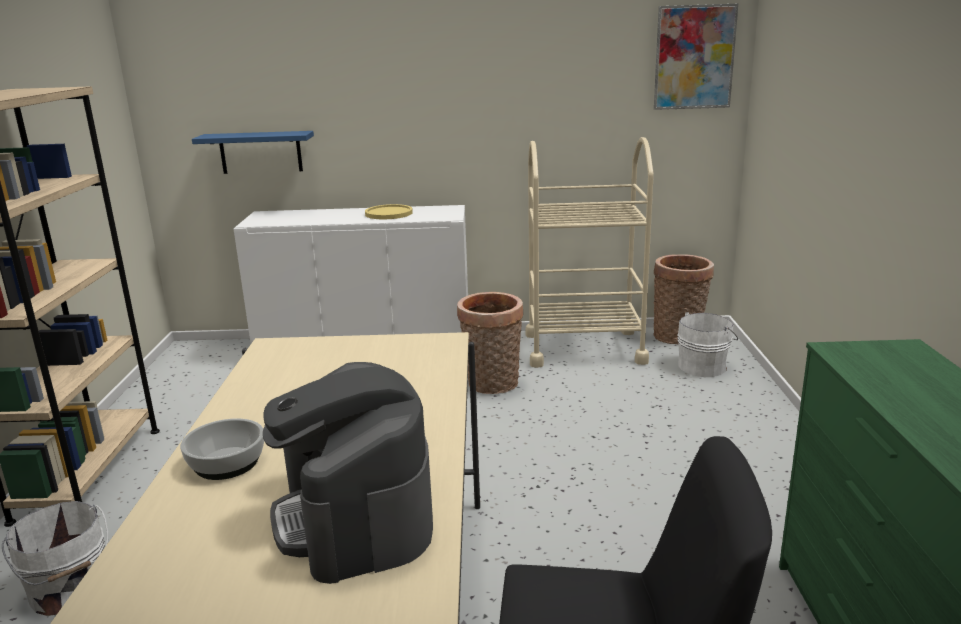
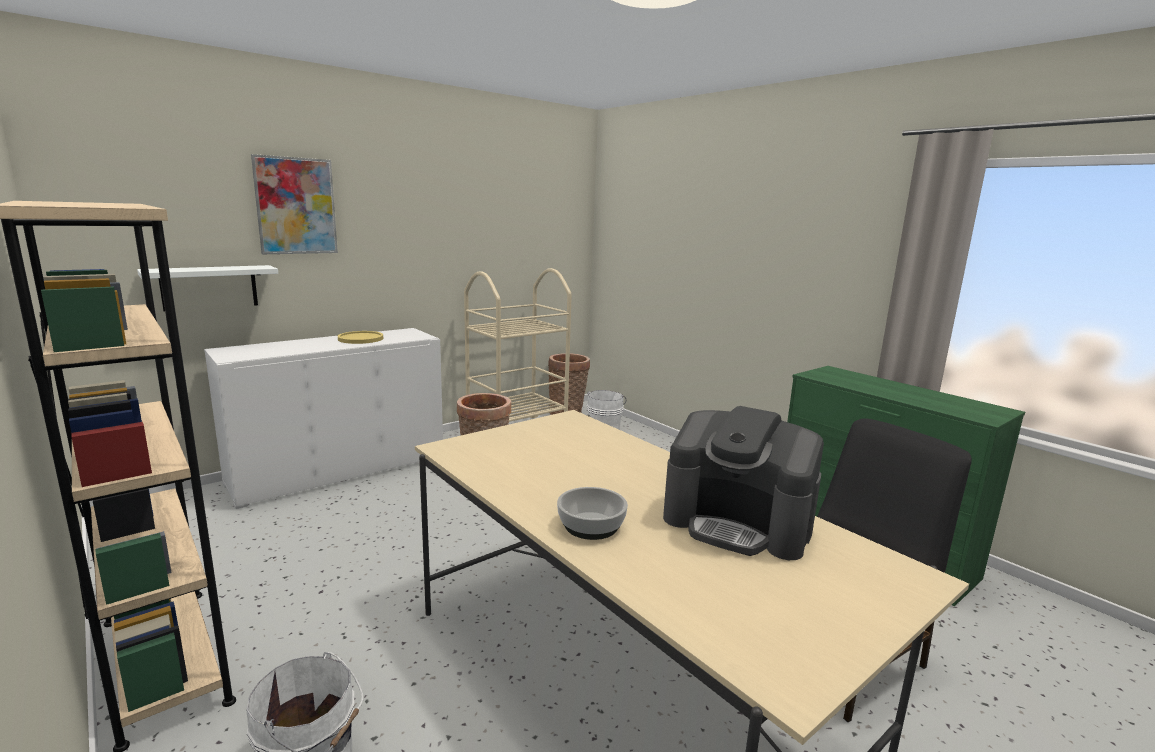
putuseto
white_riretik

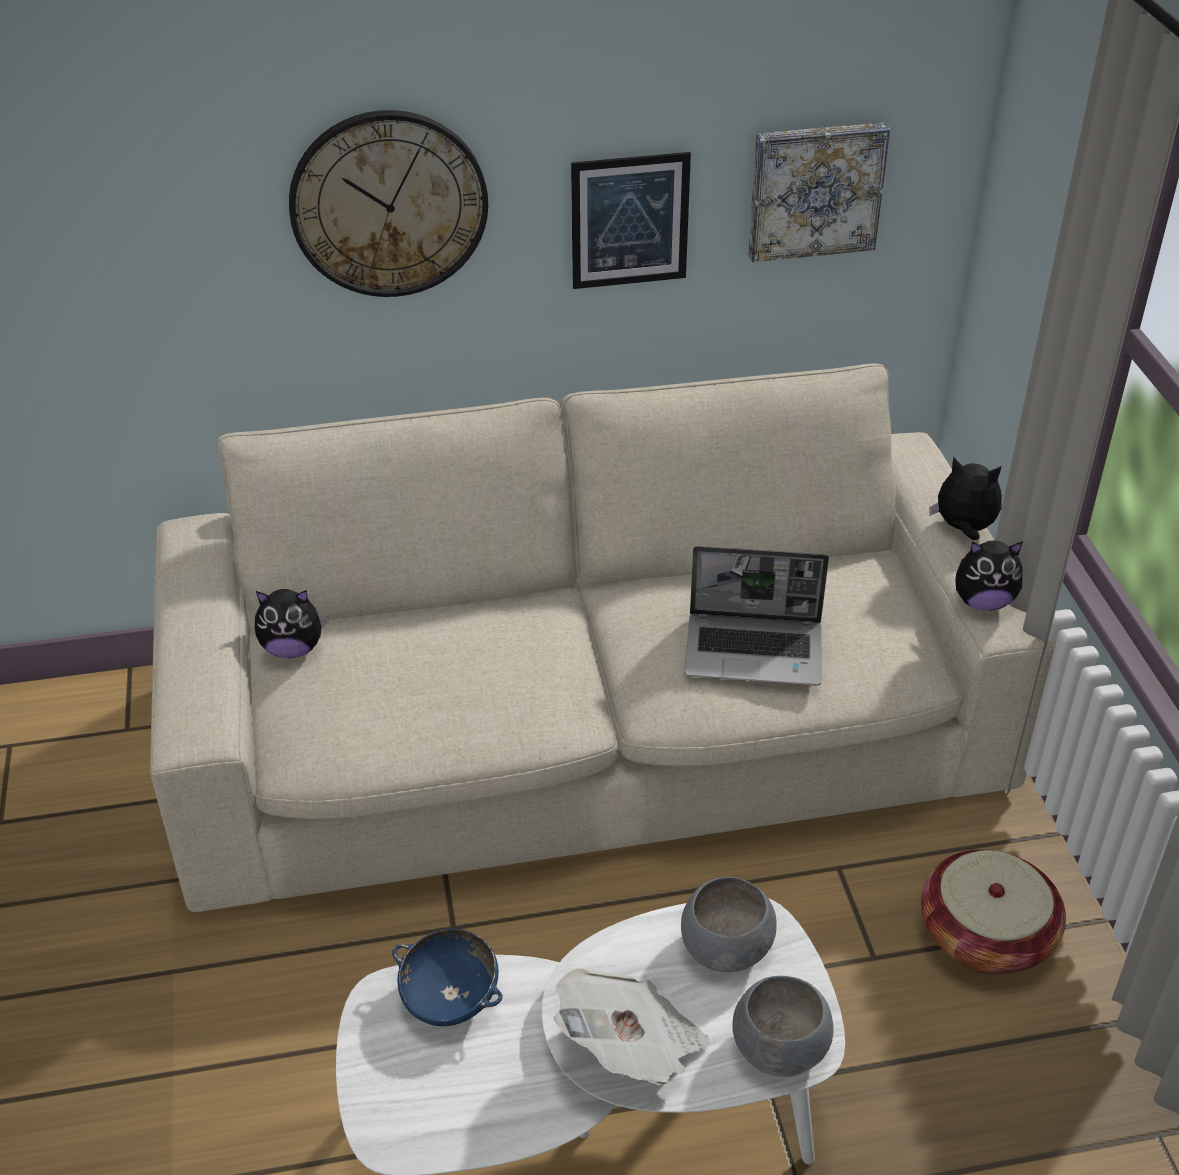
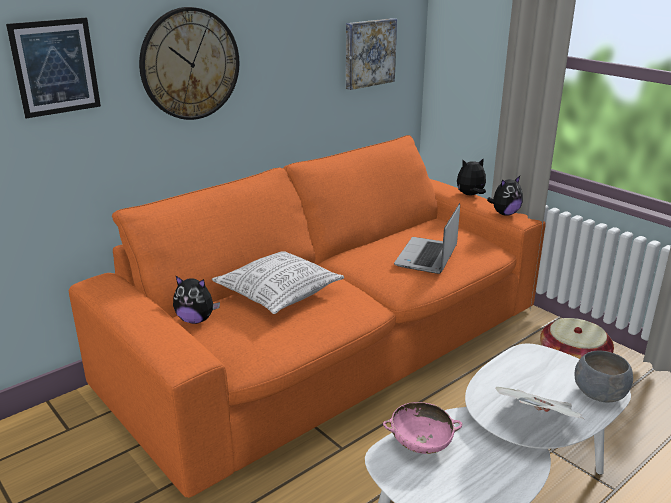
putuseto (no. 1 from left)
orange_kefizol
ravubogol
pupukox (no. 1 from left)
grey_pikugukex (no. 1 from left in the first image)
pink_pikugukex
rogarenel

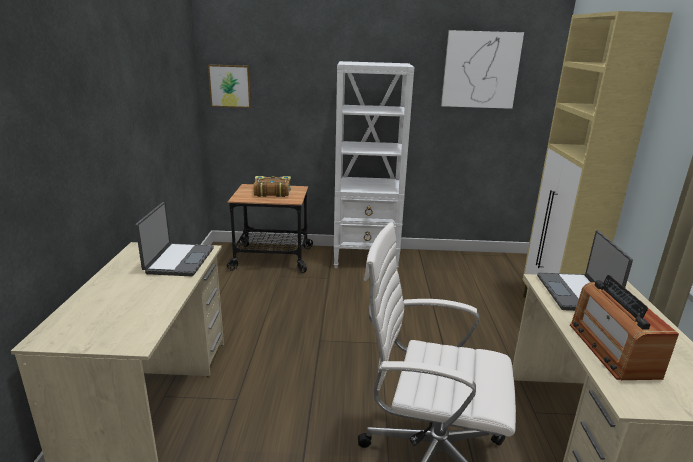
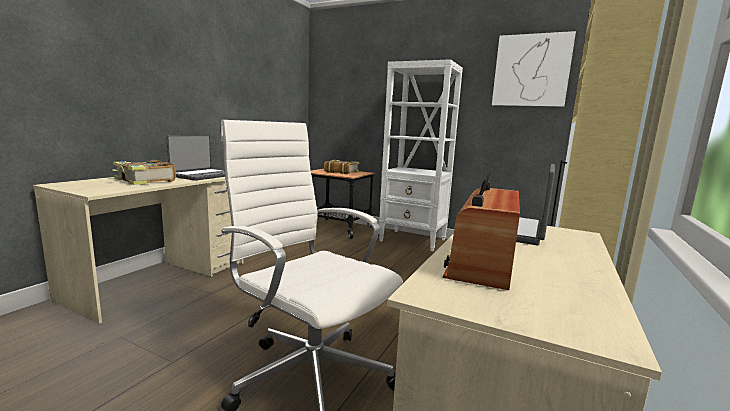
putuseto (no. 1 from left in the first image)
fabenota (no. 1 from left)

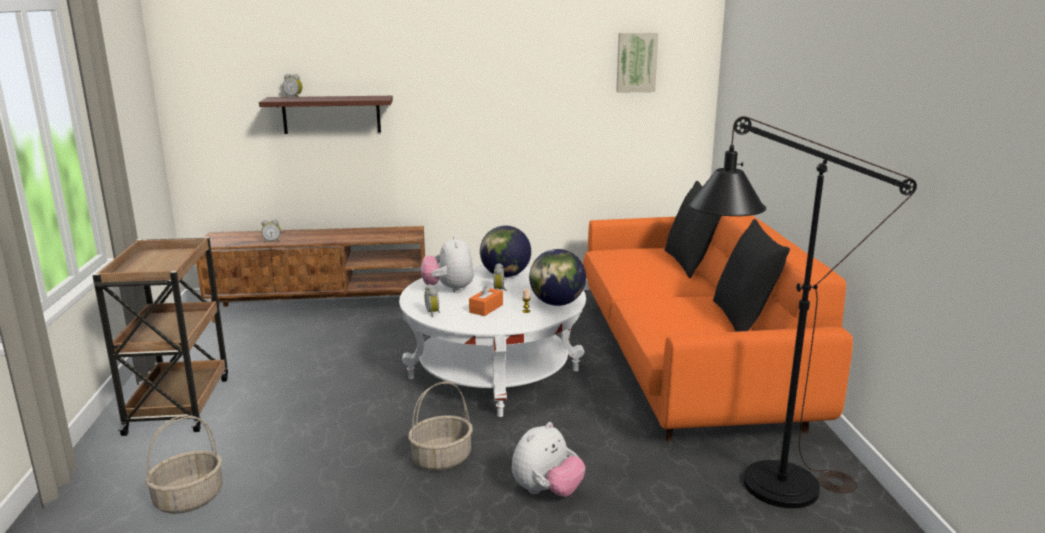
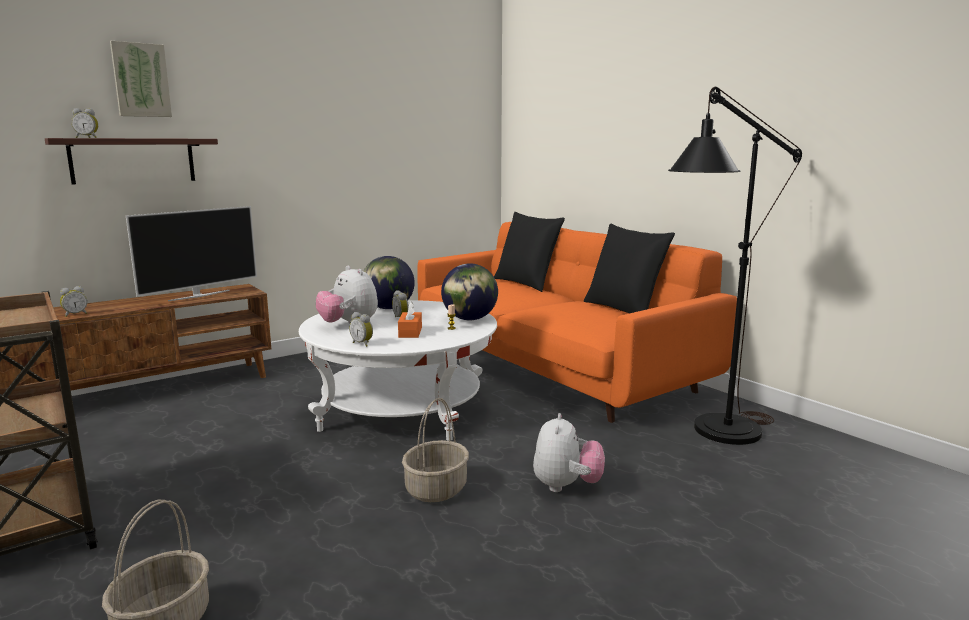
putuseto
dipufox

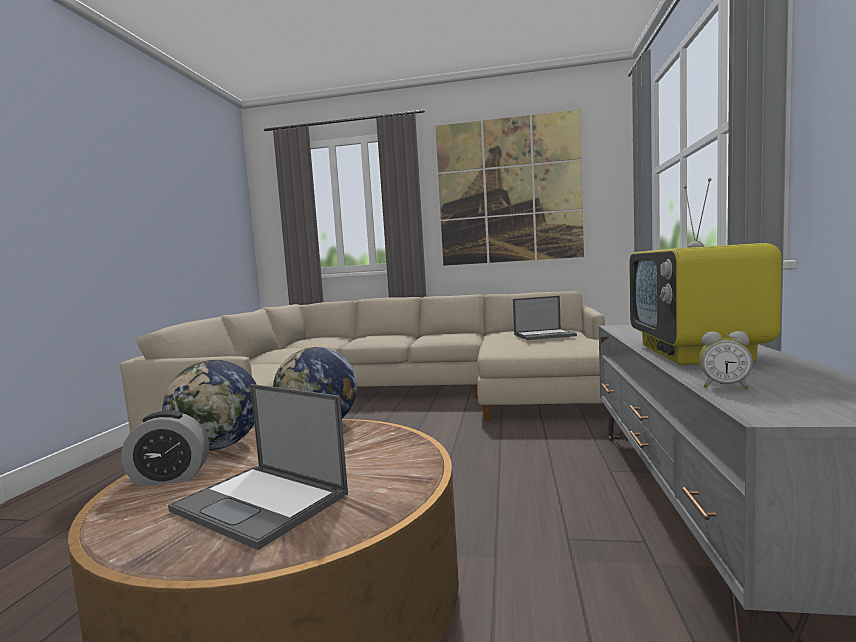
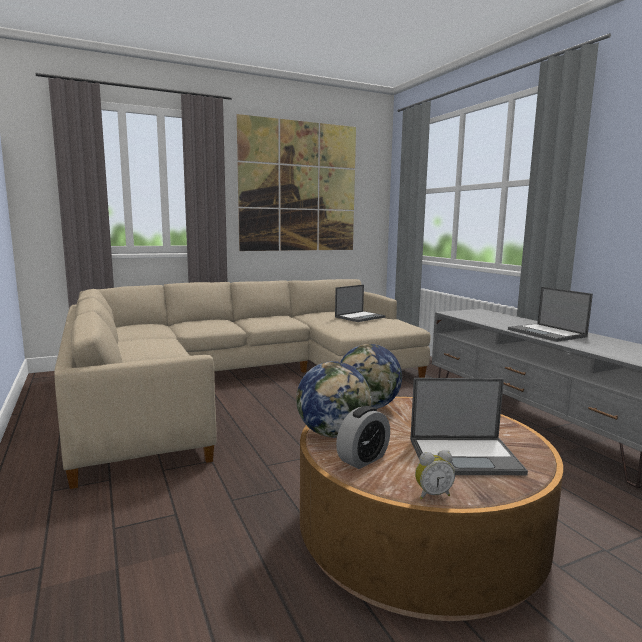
ravubogol (no. 3 from left)
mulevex (no. 2 from left)

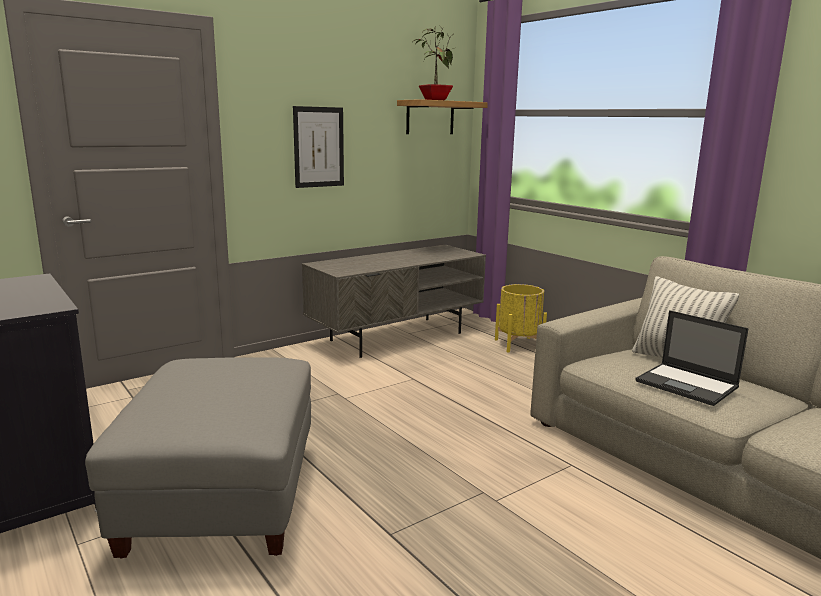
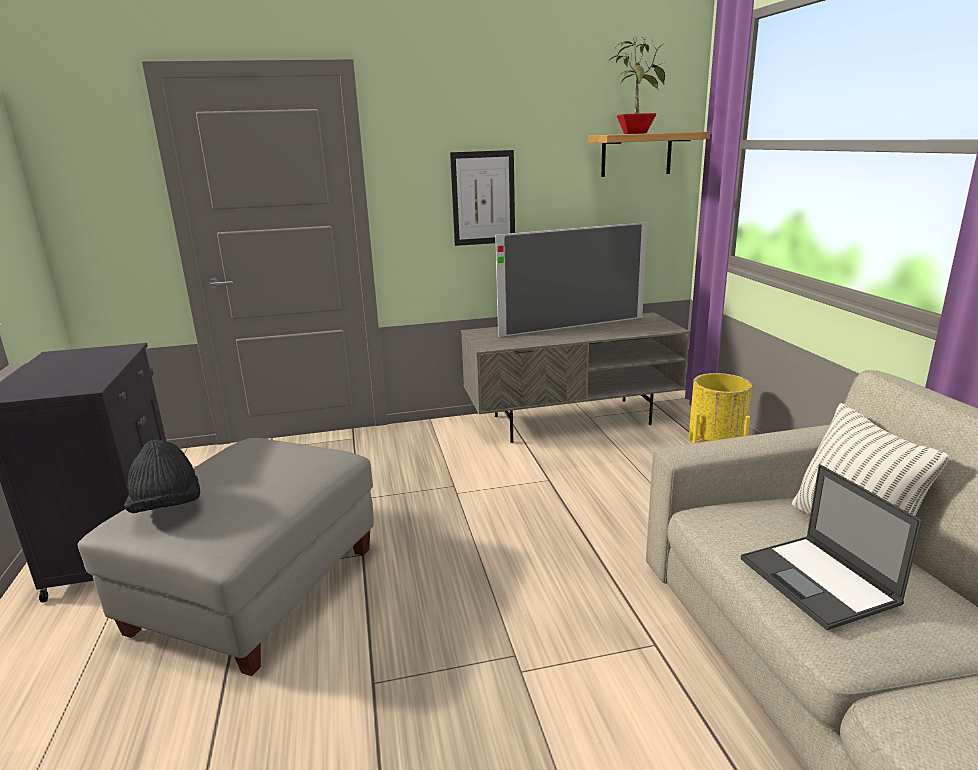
dipufox
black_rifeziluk

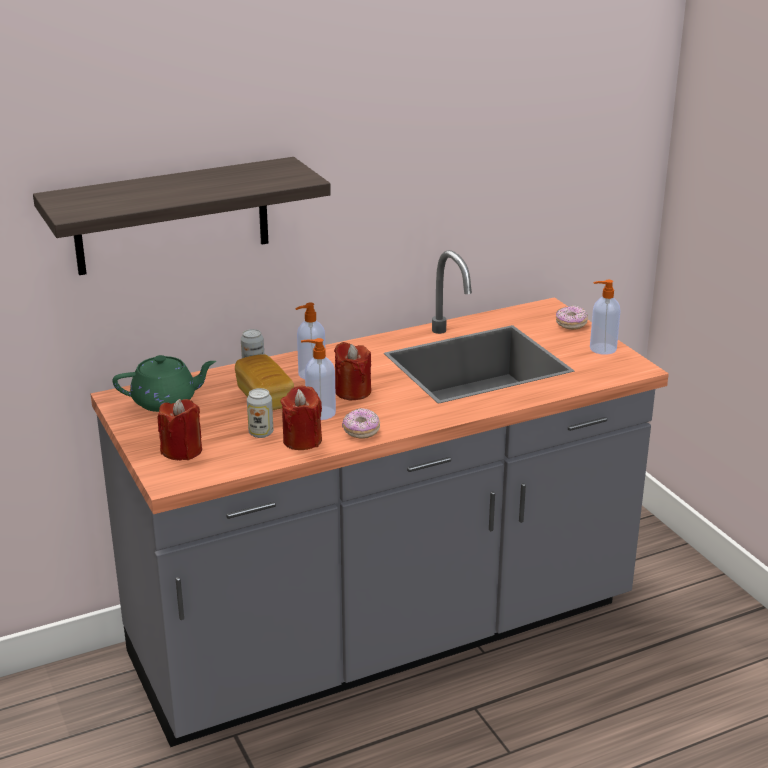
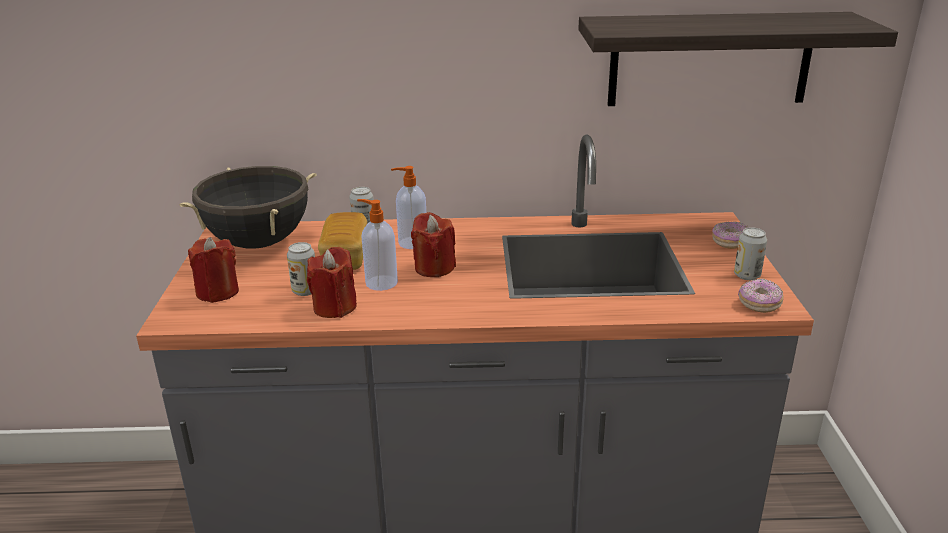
riretik
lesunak (no. 3 from left)
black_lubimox
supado (no. 2 from left)

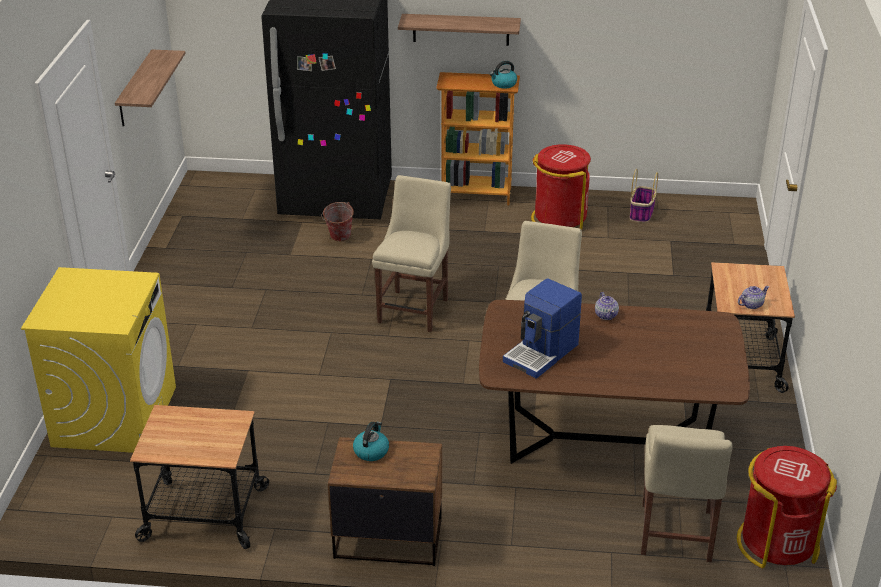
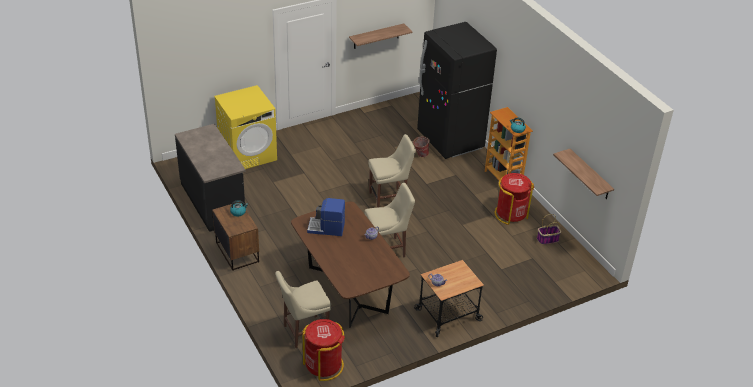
riretik (no. 2 from left)
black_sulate

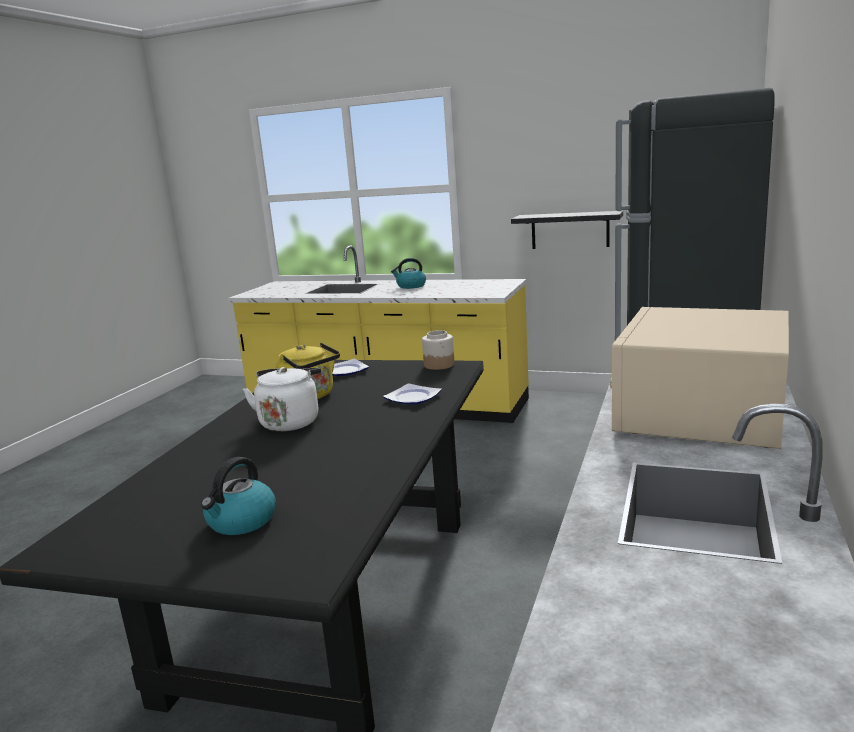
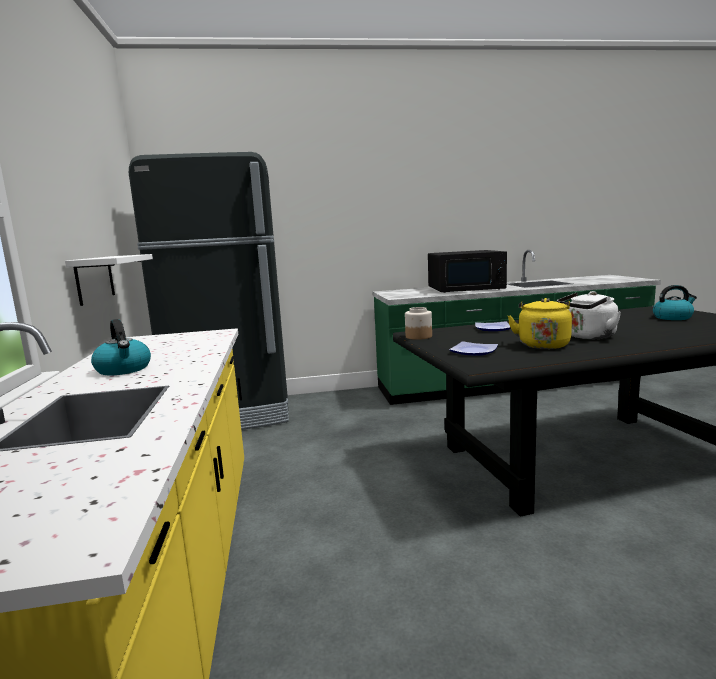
white_riretik
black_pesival

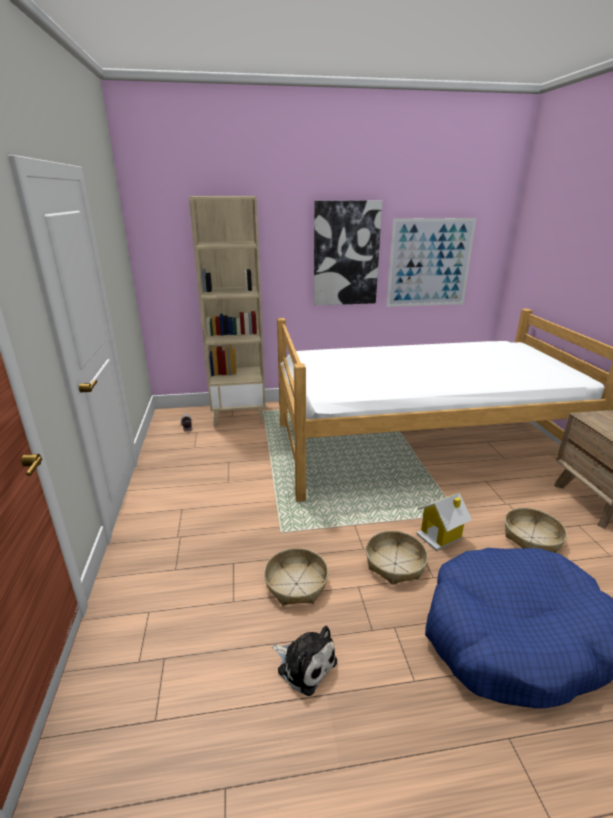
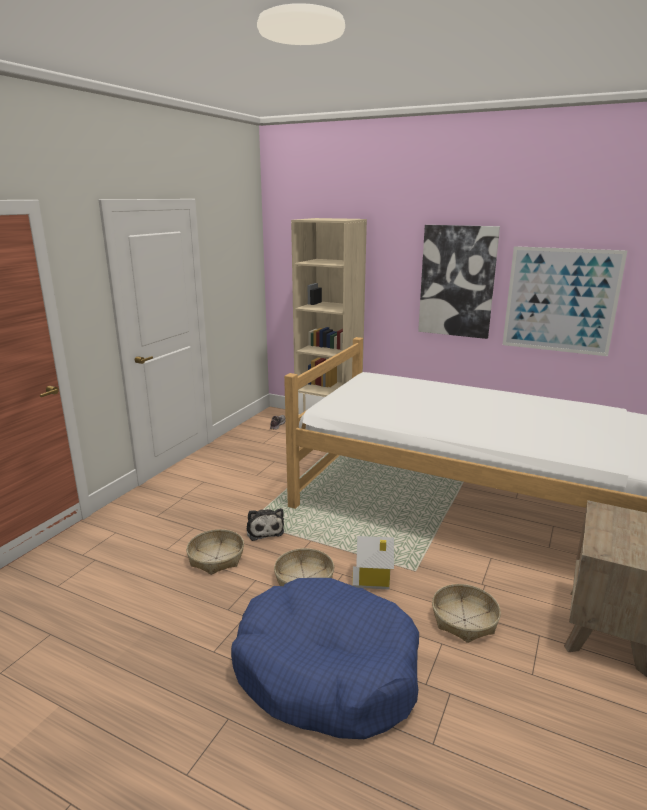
pupukox

